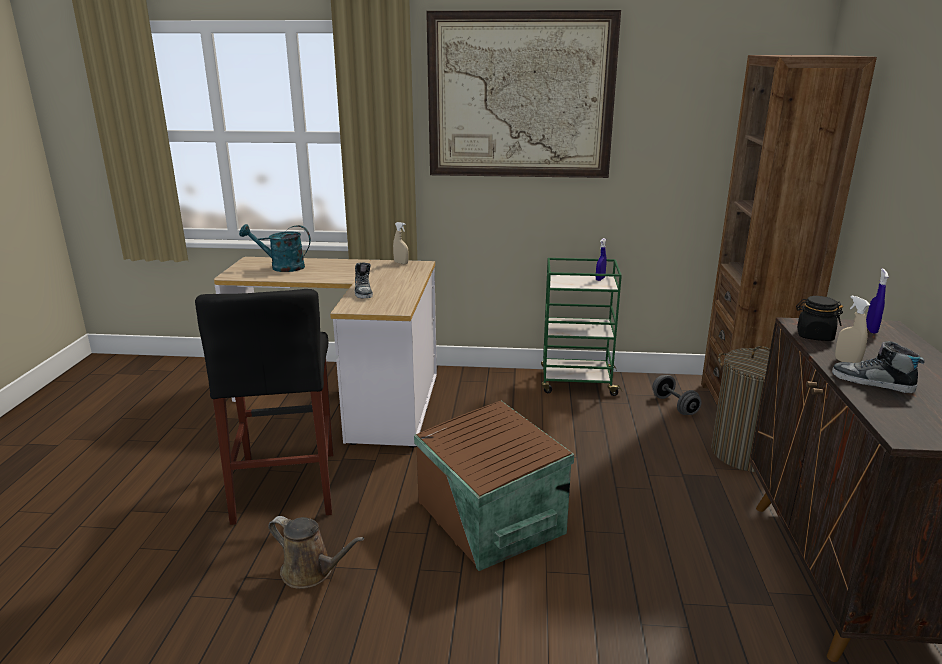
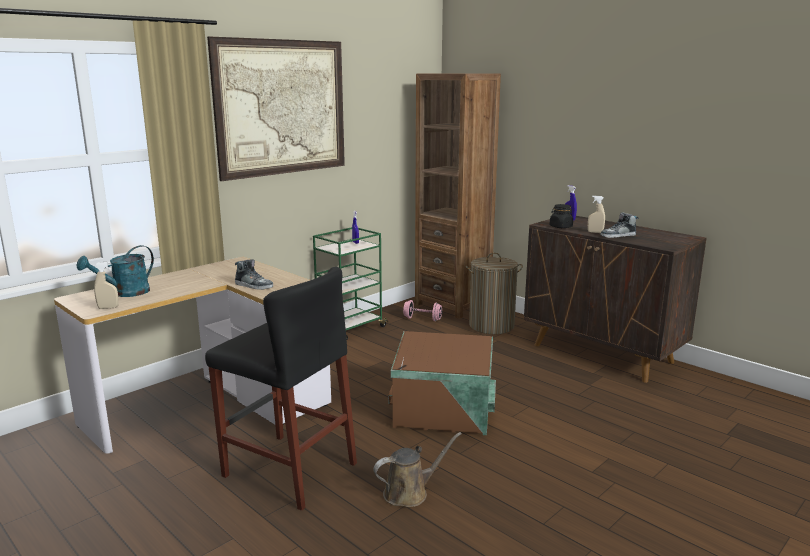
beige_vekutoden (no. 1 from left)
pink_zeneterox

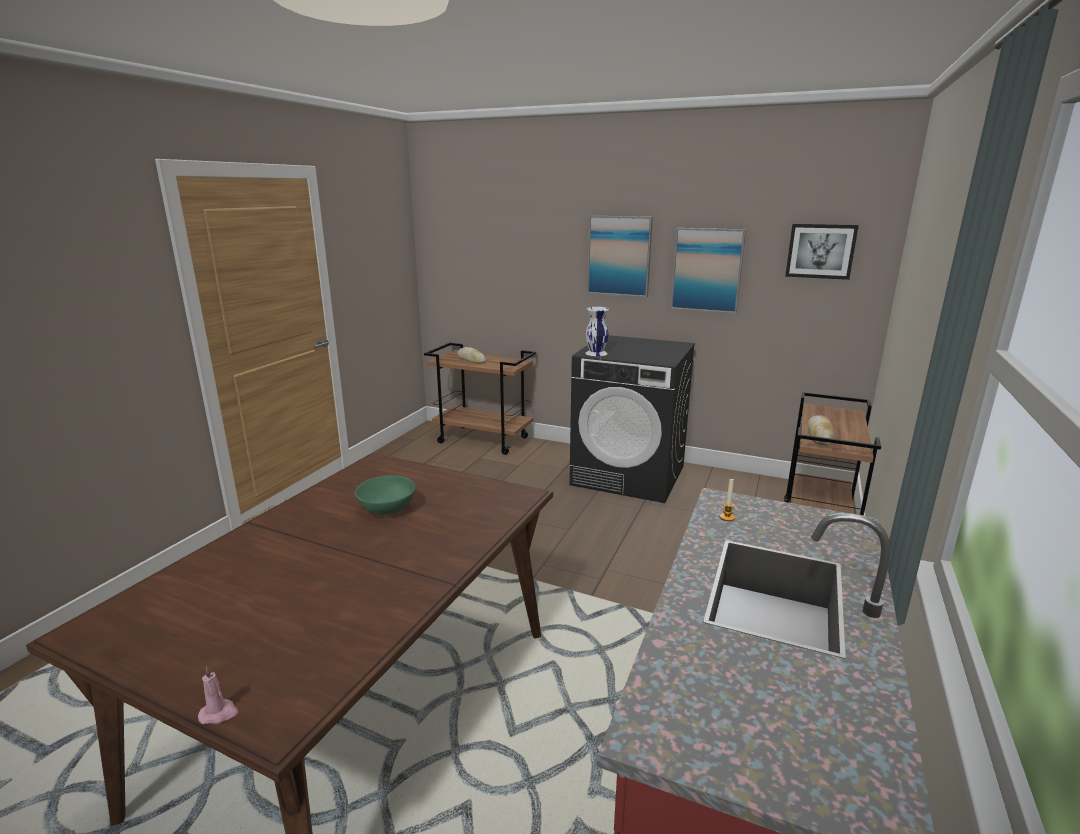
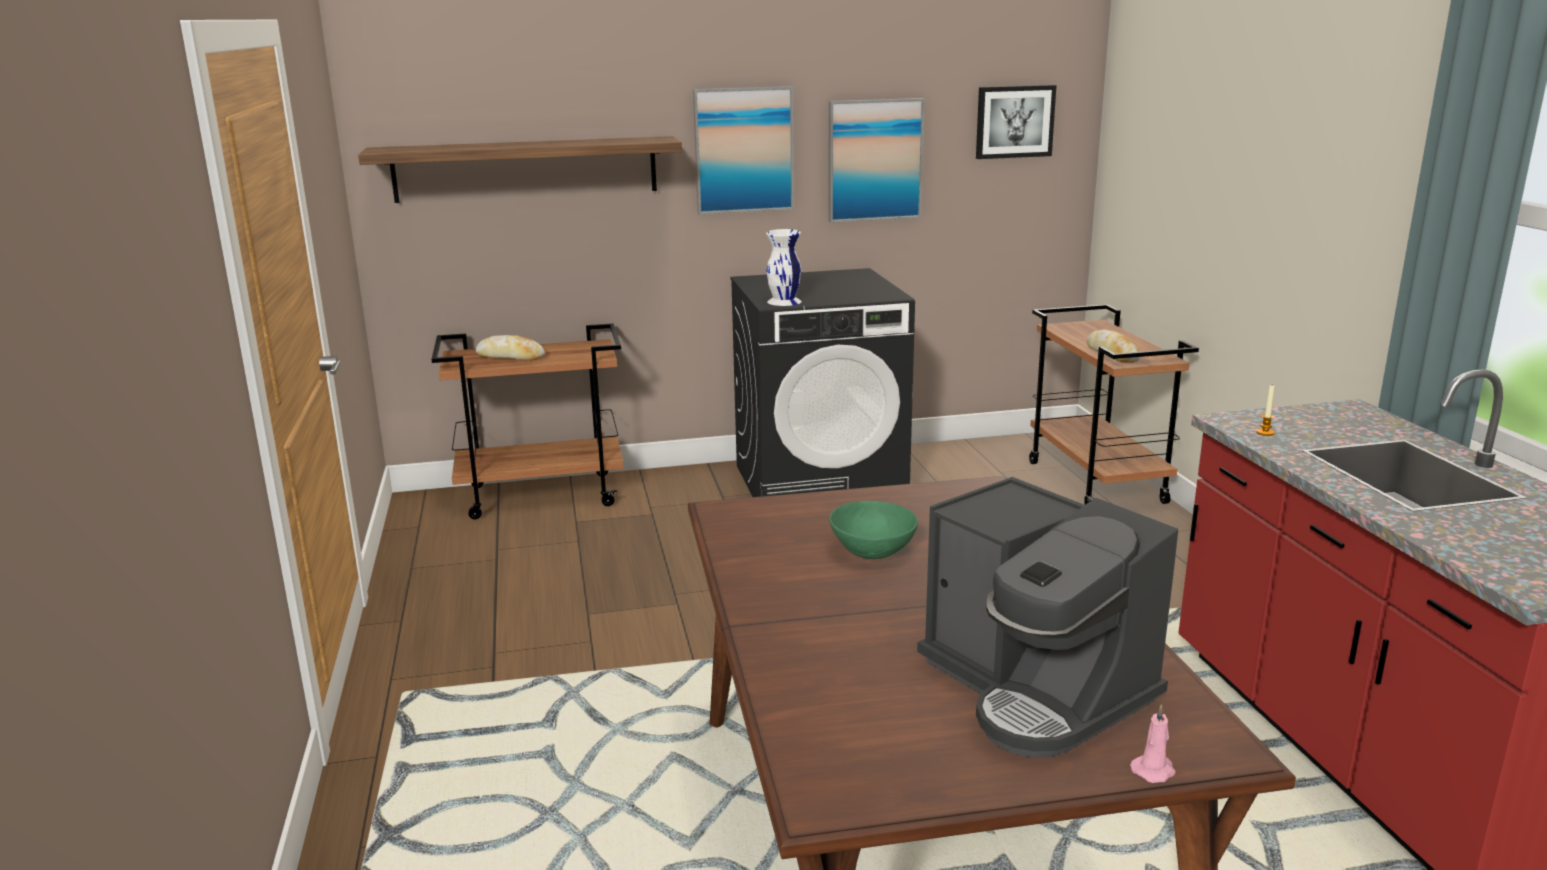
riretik
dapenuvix

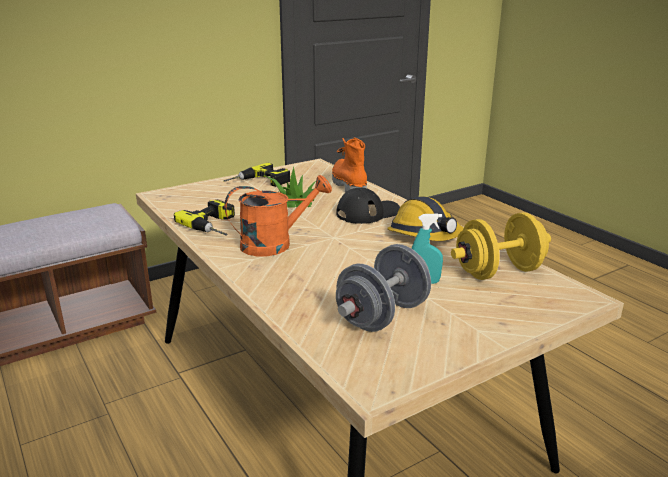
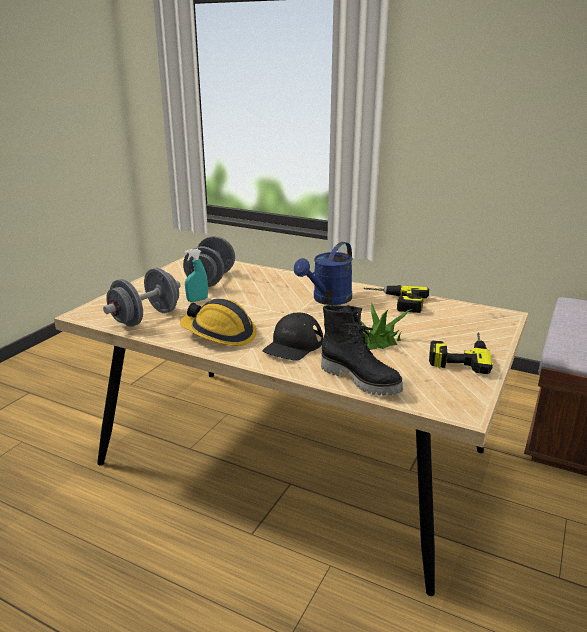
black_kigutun
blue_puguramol
grey_zeneterox (no. 1 from left)

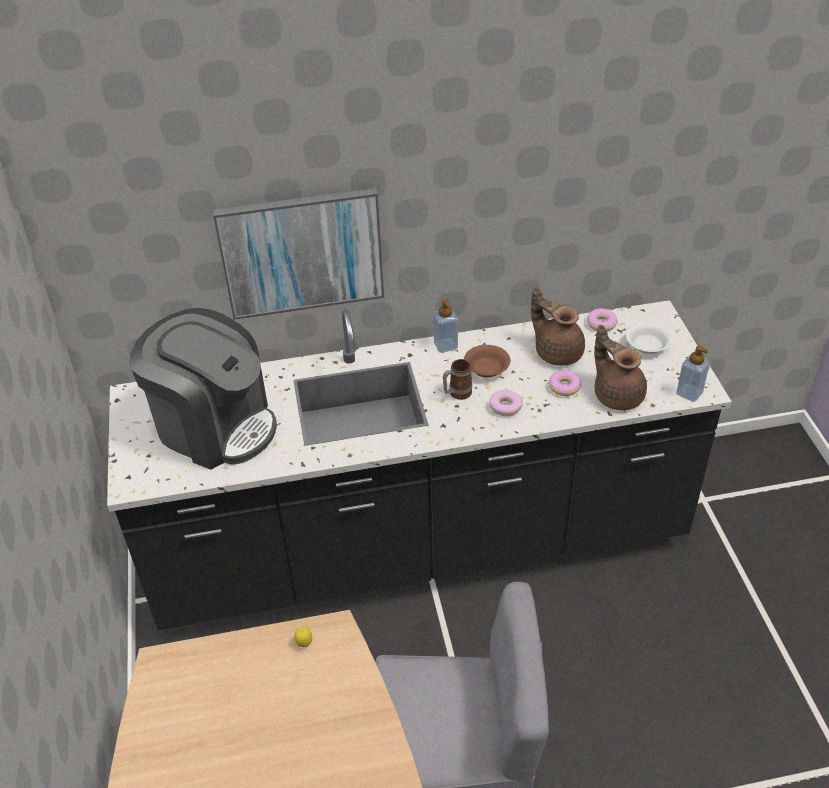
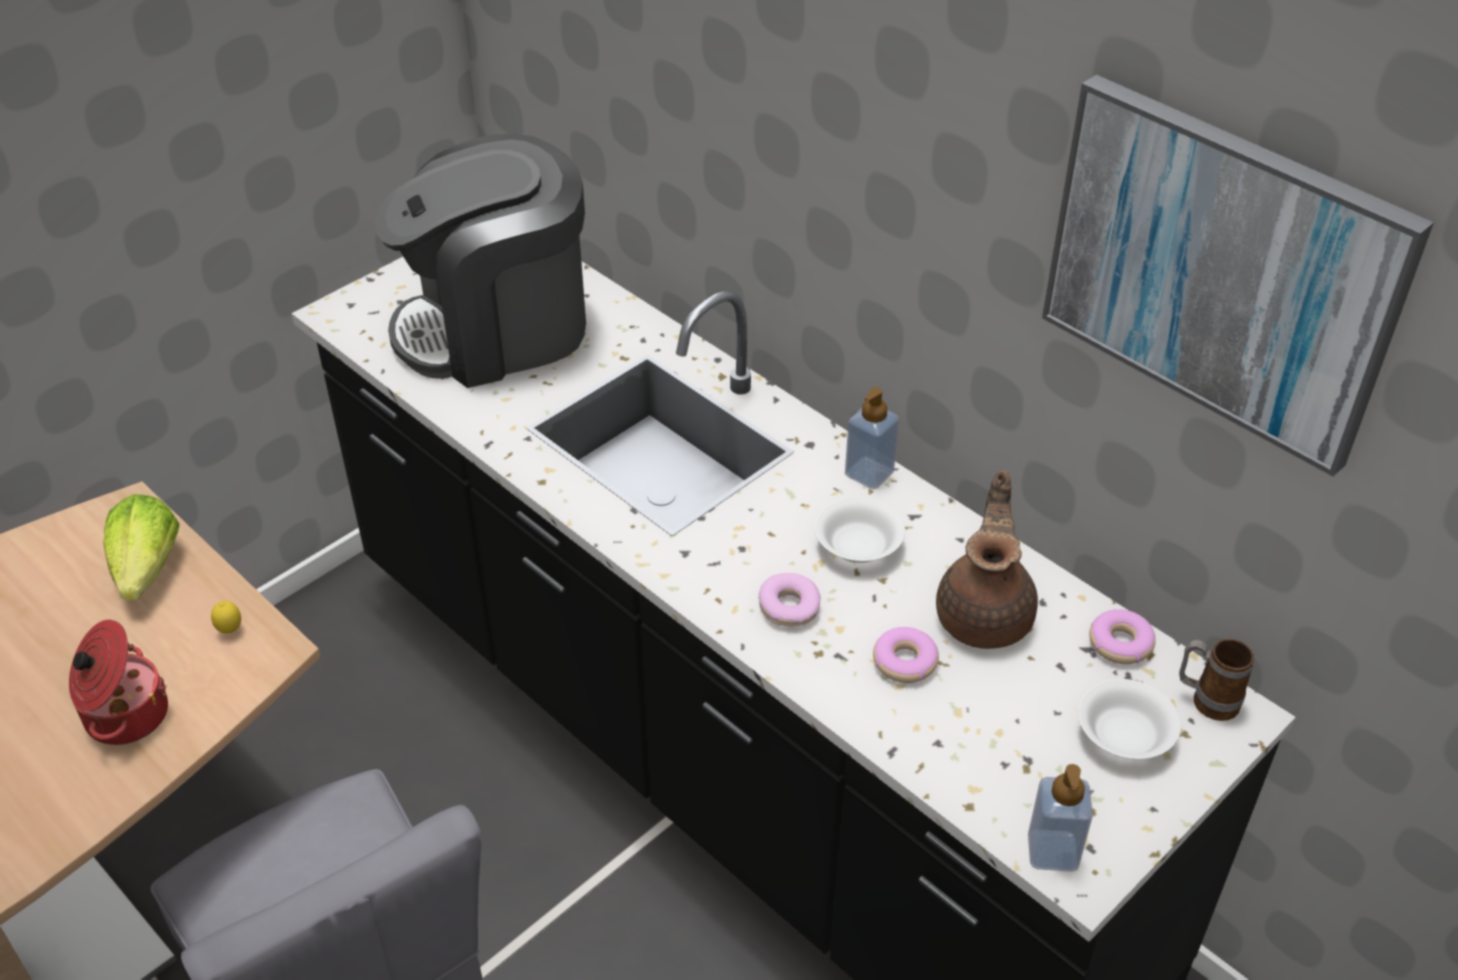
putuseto
dapenuvix
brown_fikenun (no. 2 from left in the first image)
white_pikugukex (no. 1 from left)
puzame
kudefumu
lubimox

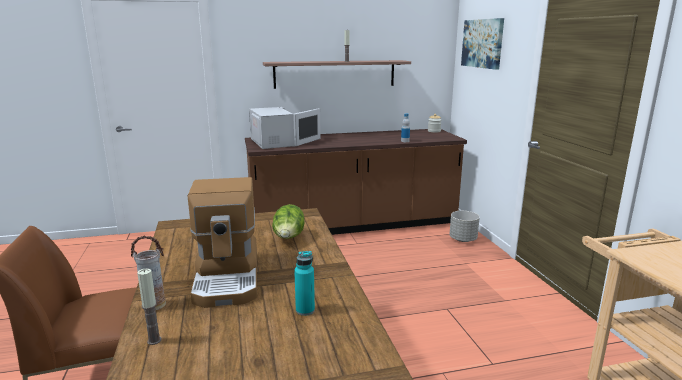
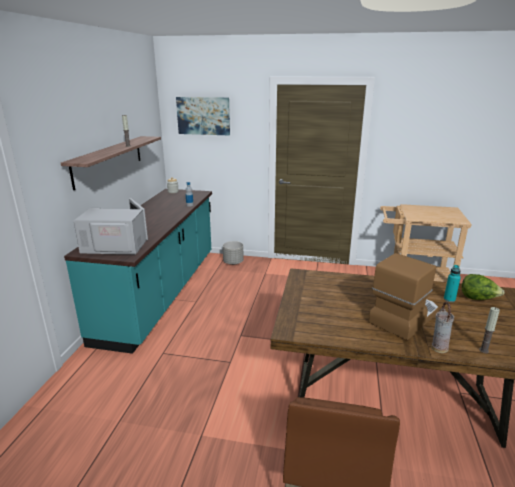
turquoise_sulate
dapenuvix
kudefumu

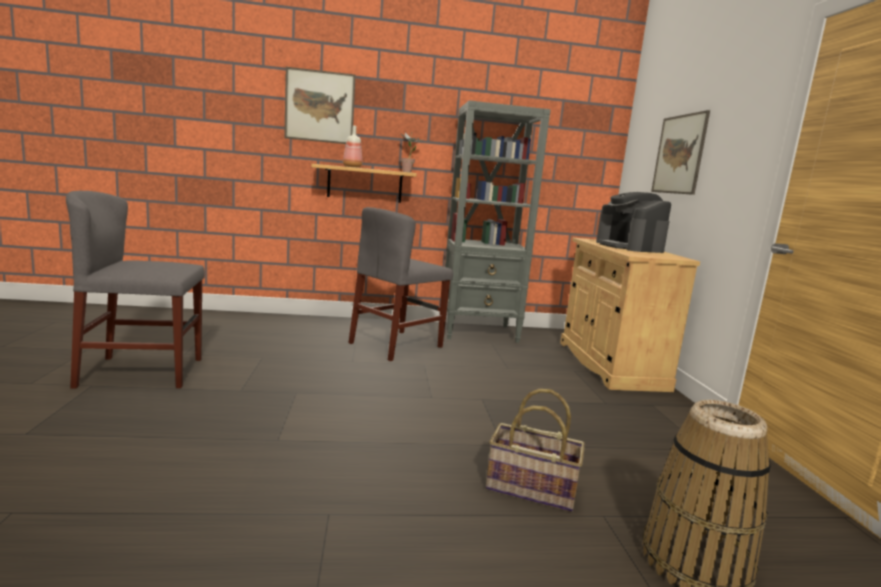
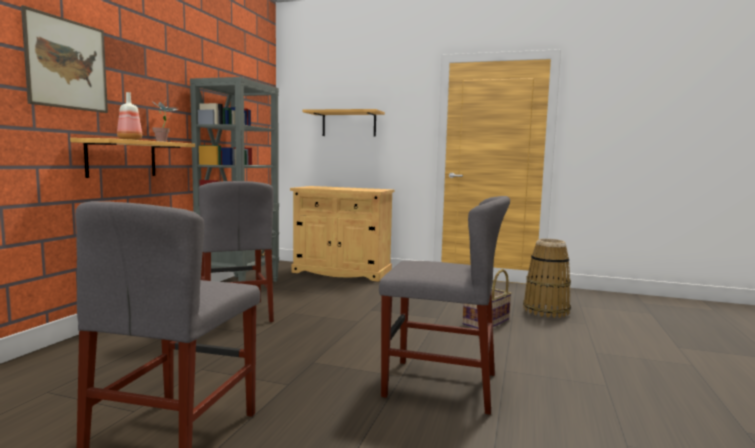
riretik (no. 2 from left)
dapenuvix
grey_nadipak (no. 3 from left)

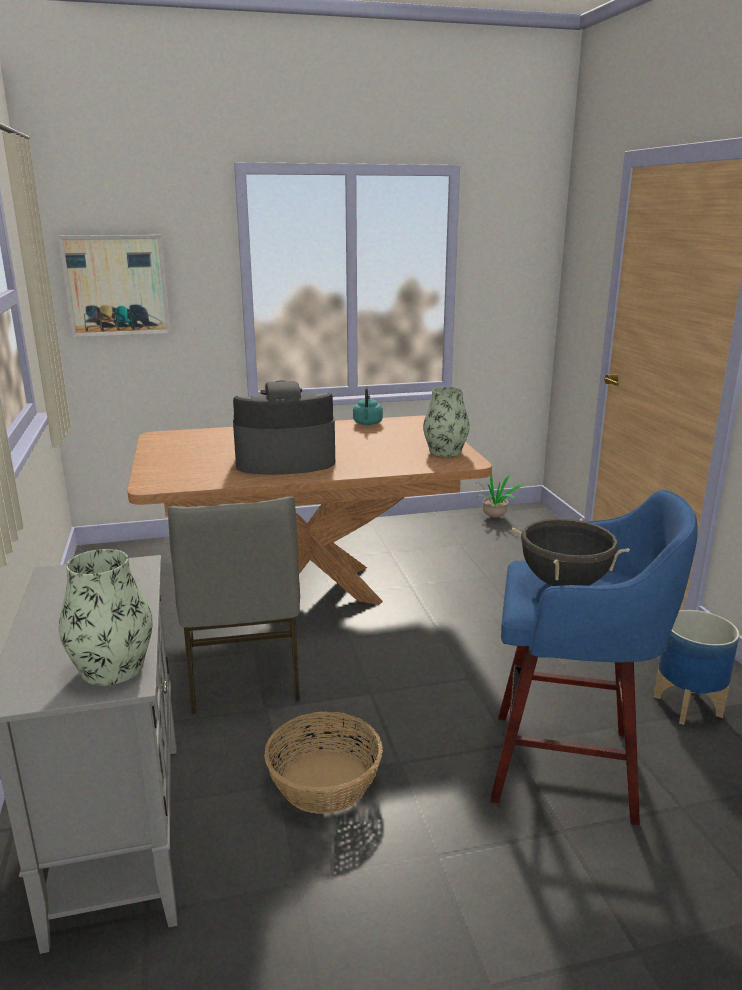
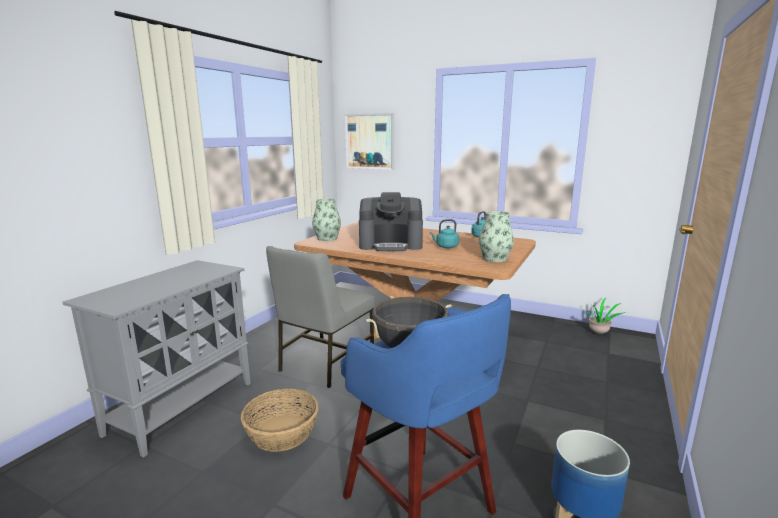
dapenuvix
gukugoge (no. 1 from left)
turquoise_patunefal (no. 1 from left)

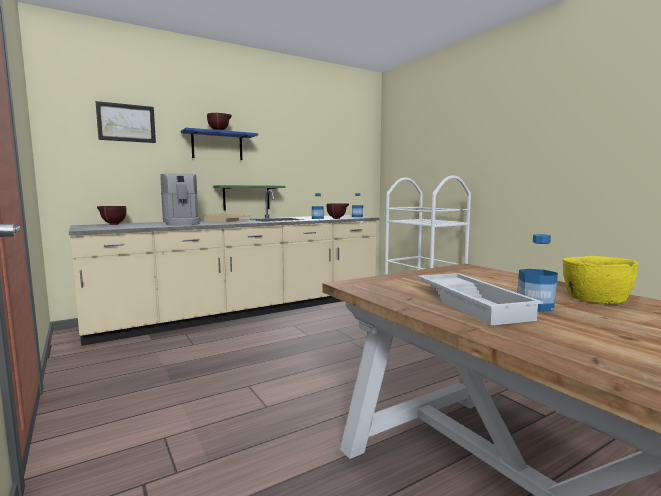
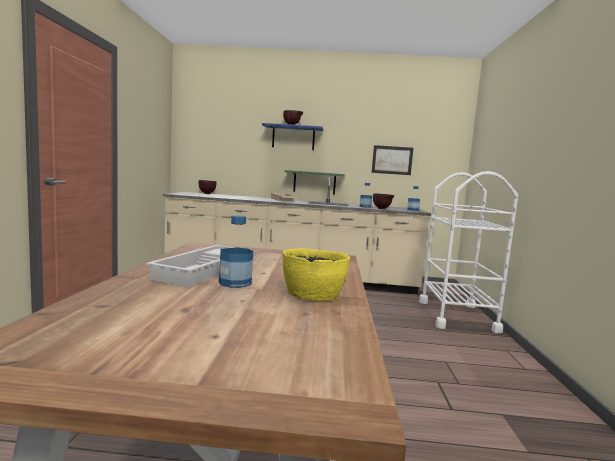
putuseto
dapenuvix

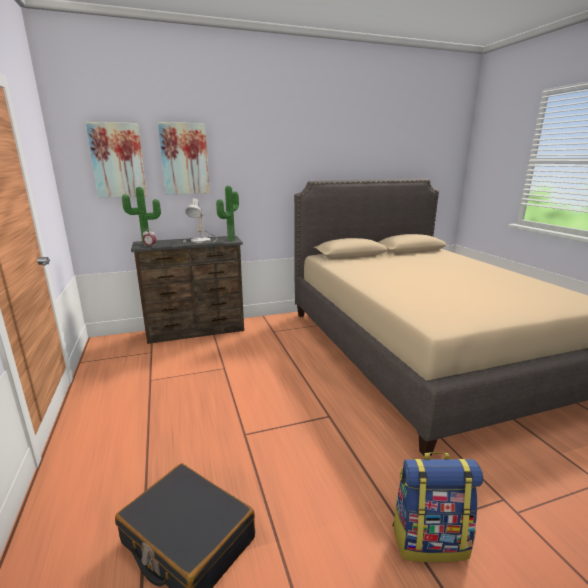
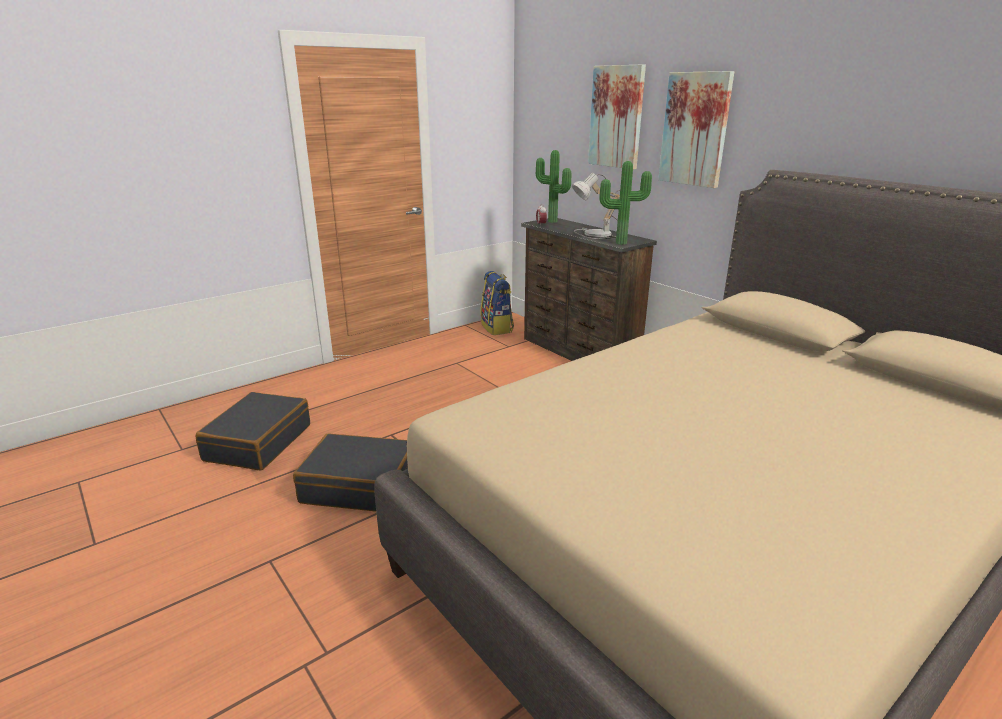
putuseto (no. 2 from left)
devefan
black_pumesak (no. 2 from left)

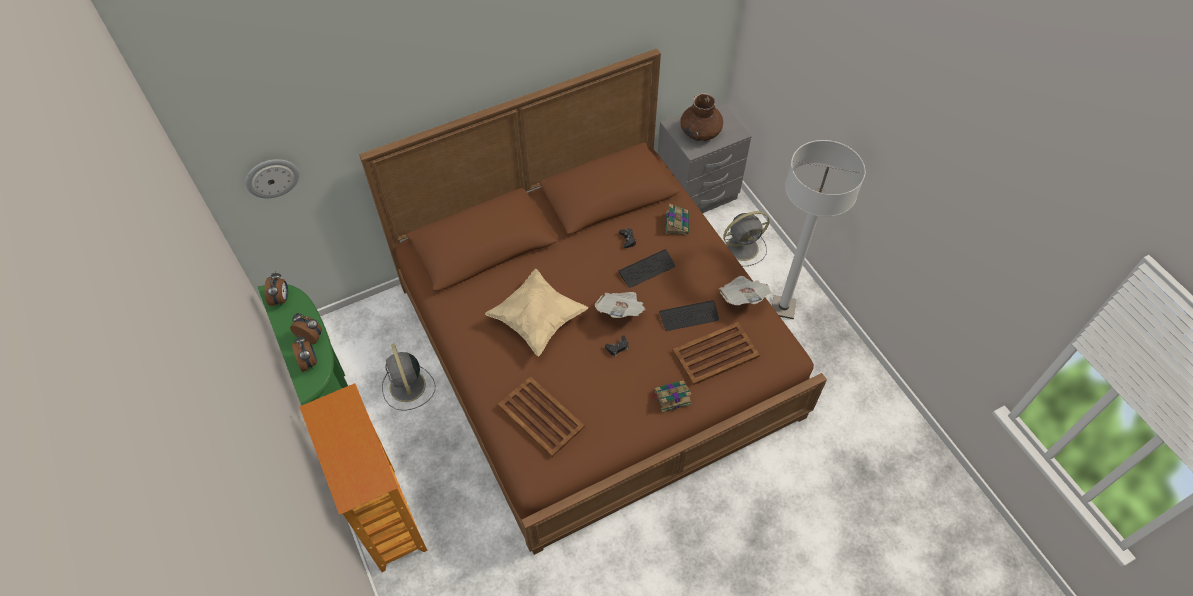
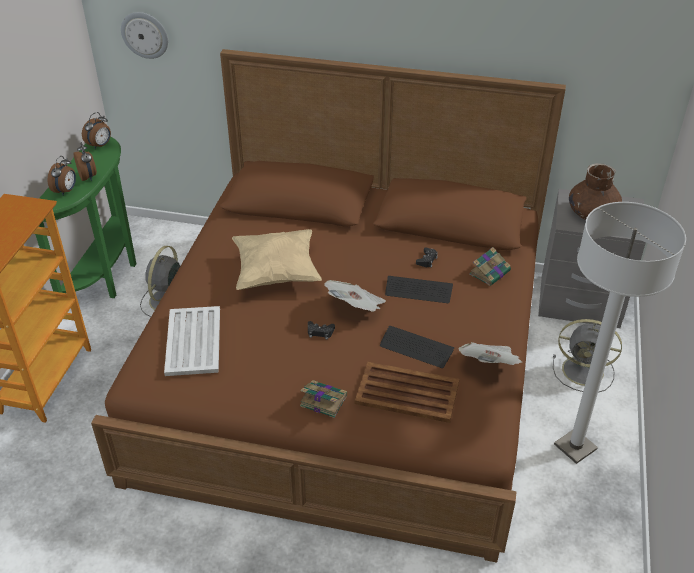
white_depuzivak

